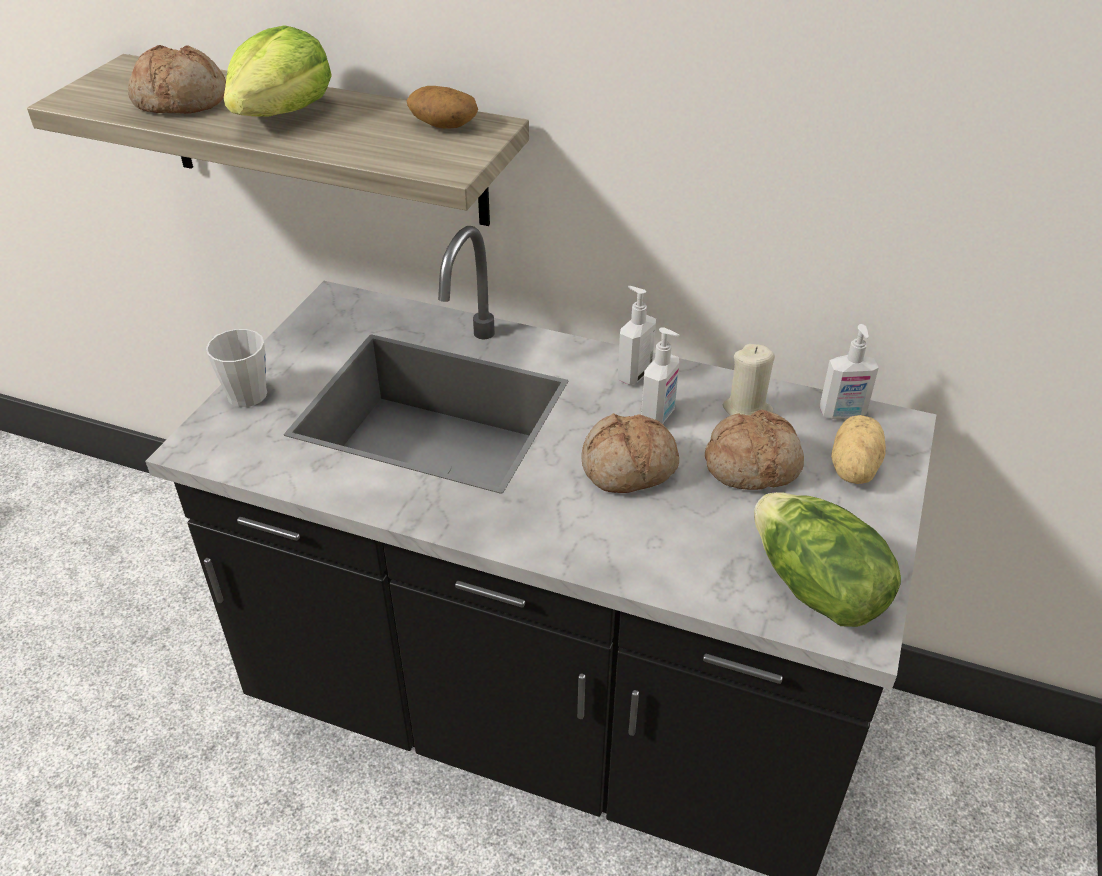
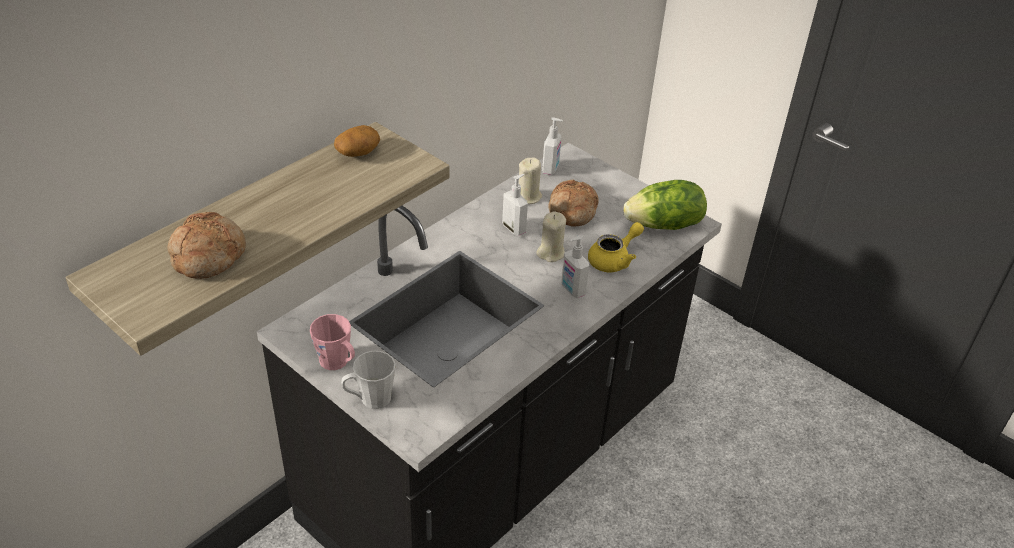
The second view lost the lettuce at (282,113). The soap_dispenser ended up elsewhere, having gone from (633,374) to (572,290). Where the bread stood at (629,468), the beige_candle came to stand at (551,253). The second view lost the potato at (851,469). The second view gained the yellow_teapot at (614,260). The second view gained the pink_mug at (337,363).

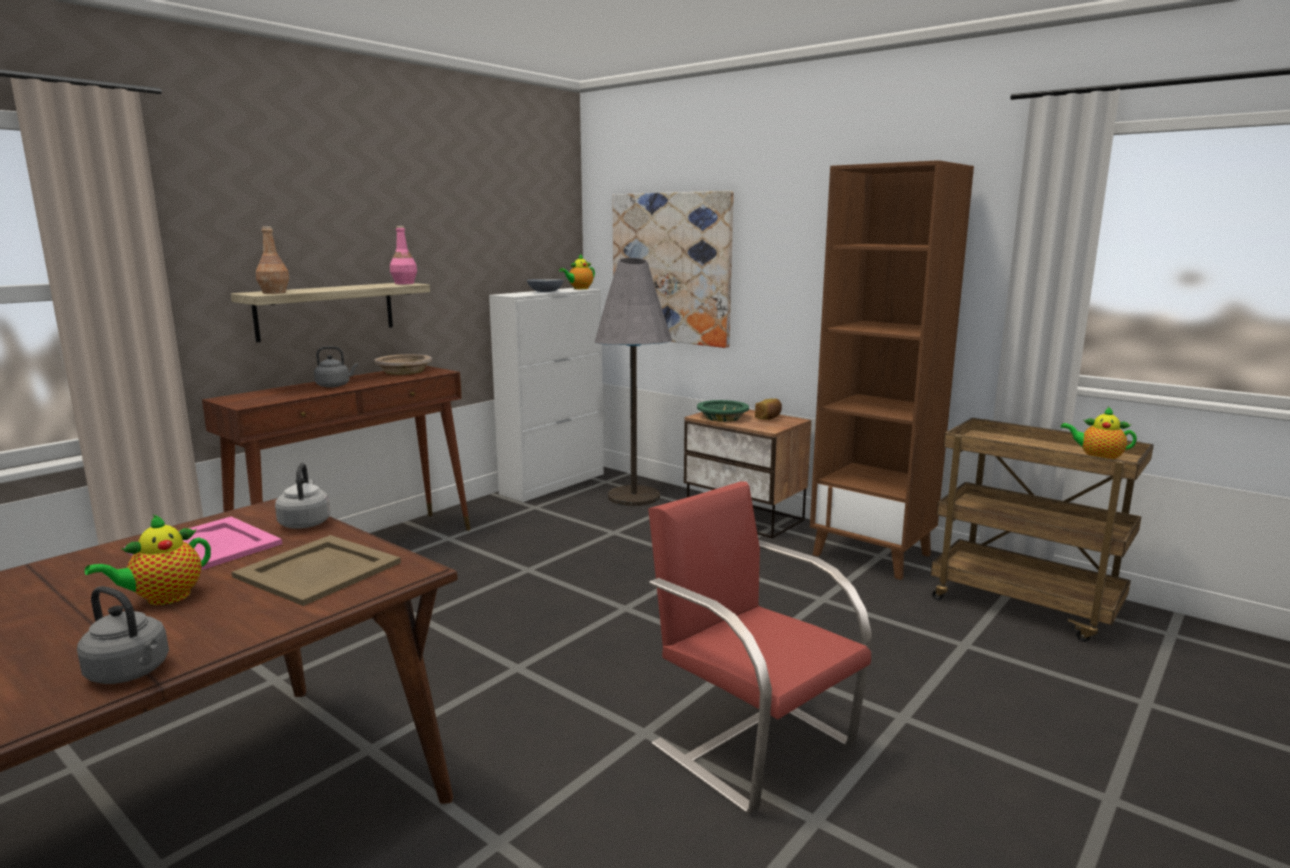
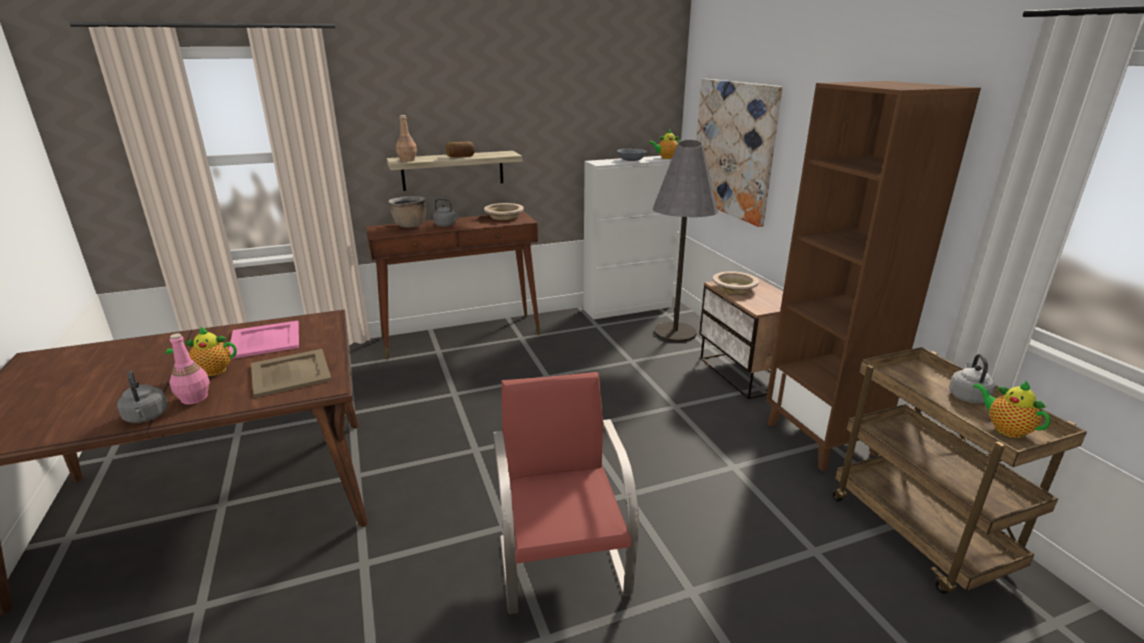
The pink_bottle ended up elsewhere, having gone from (404,283) to (194,398). The bread ended up elsewhere, having gone from (769,418) to (460,157). What was the green_bowl at (722,417) turned into the beige_bowl at (734,288). The grey_kettle ended up elsewhere, having gone from (305,523) to (967,396). The second view gained the brown_cooking_pot at (409,225).

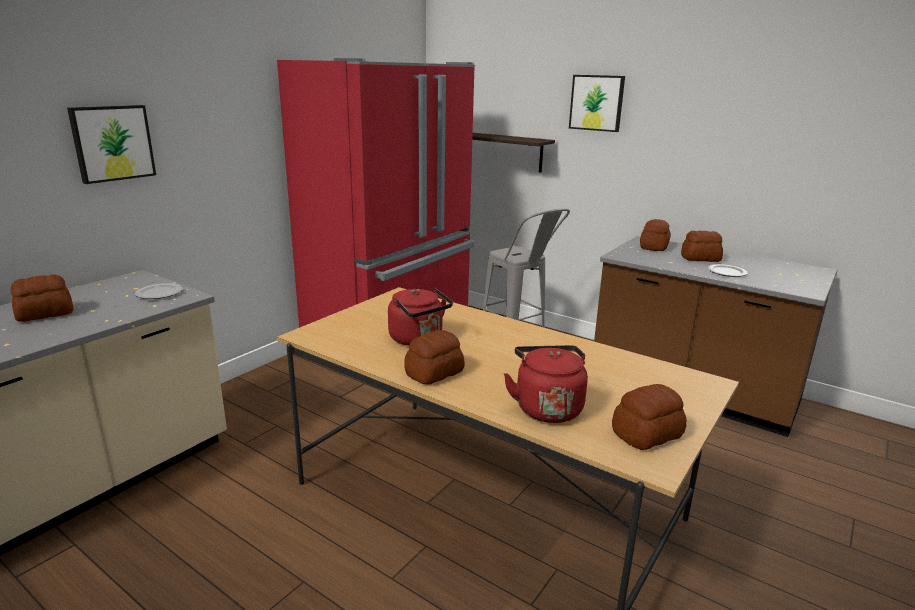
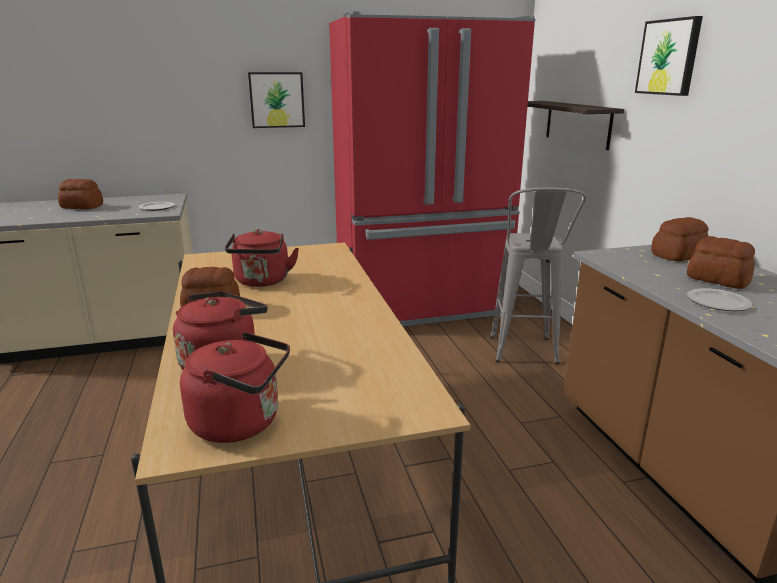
The picture ended up elsewhere, having gone from (112,143) to (276,100). Where the bread stood at (648,434), the red_kettle came to stand at (241,423).

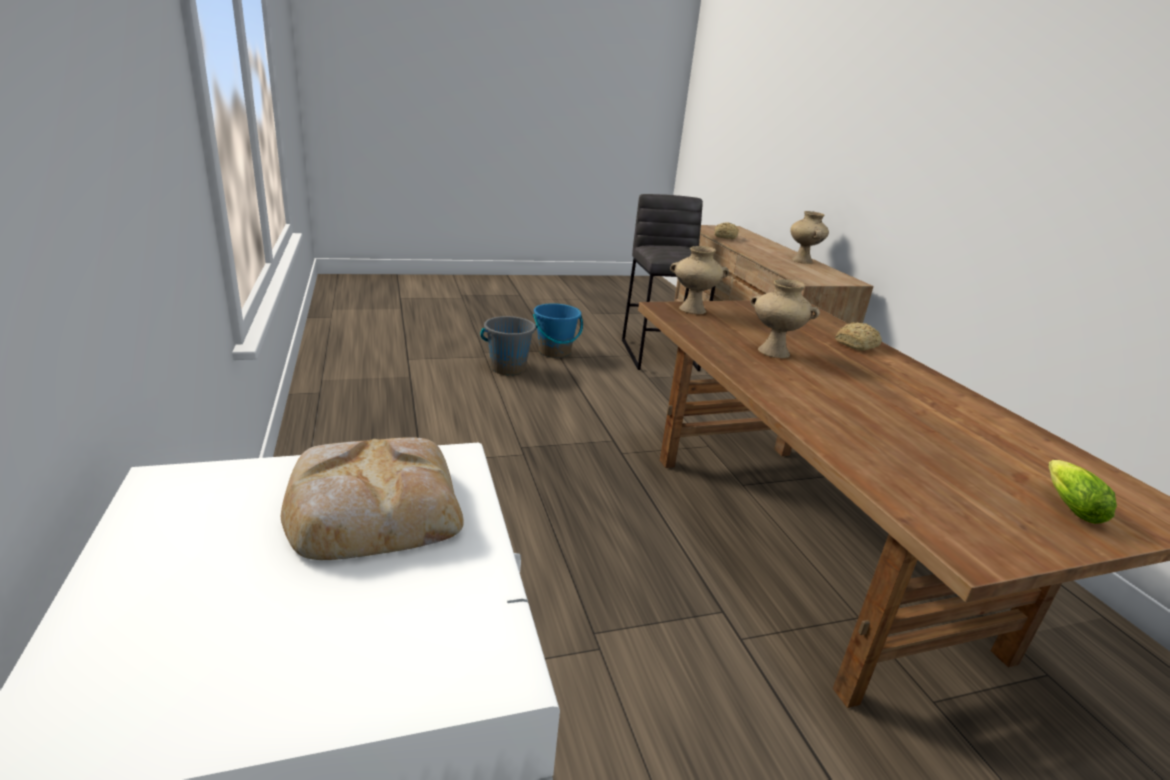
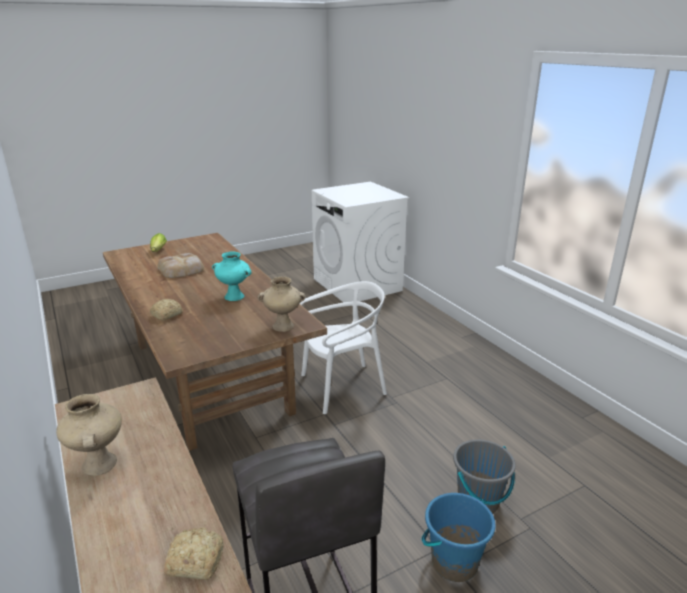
What was the beige_vase at (772,352) turned into the turquoise_vase at (235,296). The bread ended up elsewhere, having gone from (372,507) to (182,270). The second view gained the white_chair at (342,387).

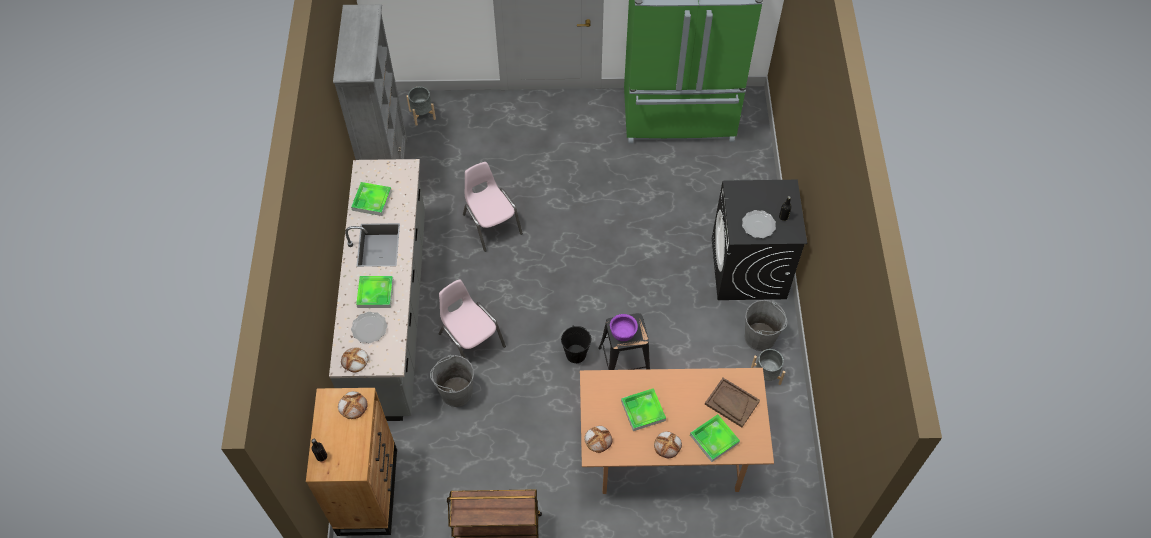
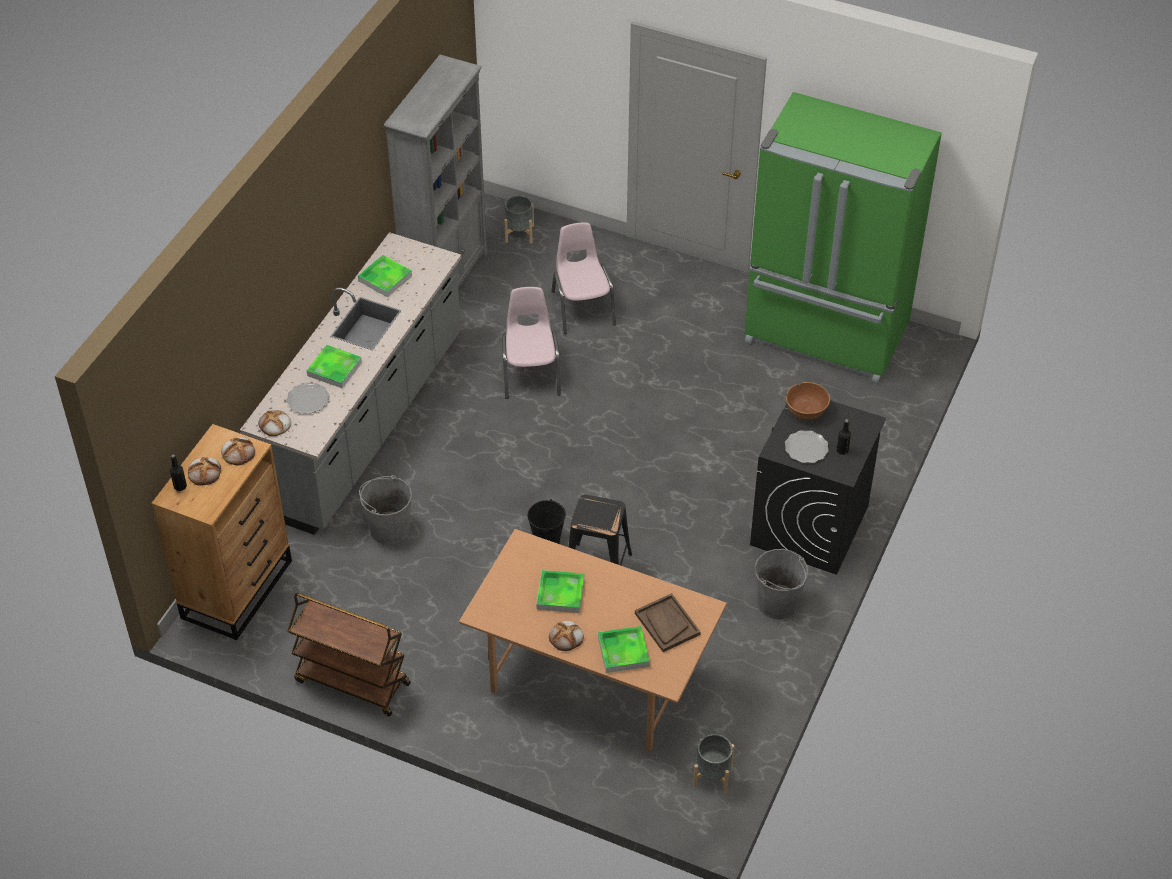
The pink_chair ended up elsewhere, having gone from (471,340) to (582,308). The second view lost the purple_bowl at (623,334). The grey_planter ended up elsewhere, having gone from (766,376) to (713,775). The bread ended up elsewhere, having gone from (598,439) to (205,472). The second view gained the brown_bowl at (806,411).

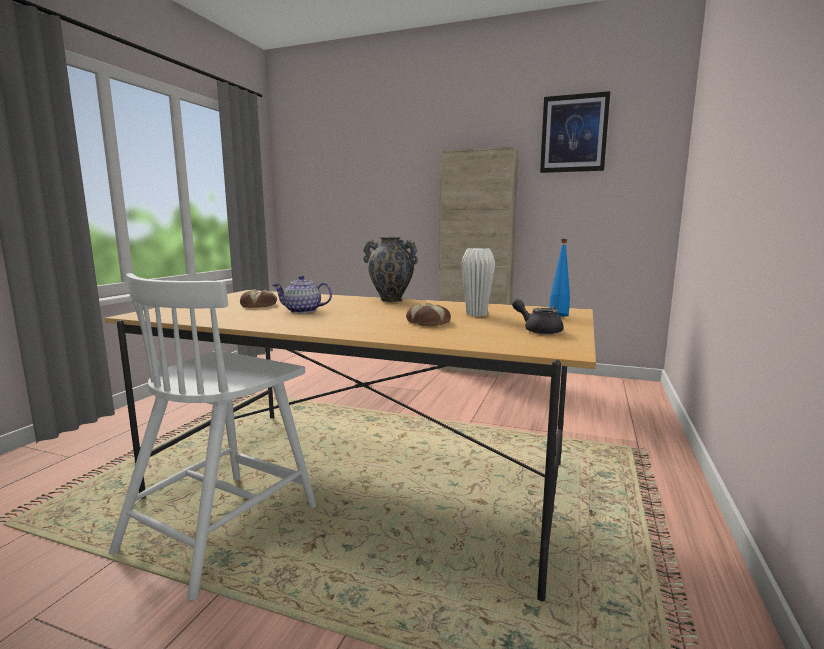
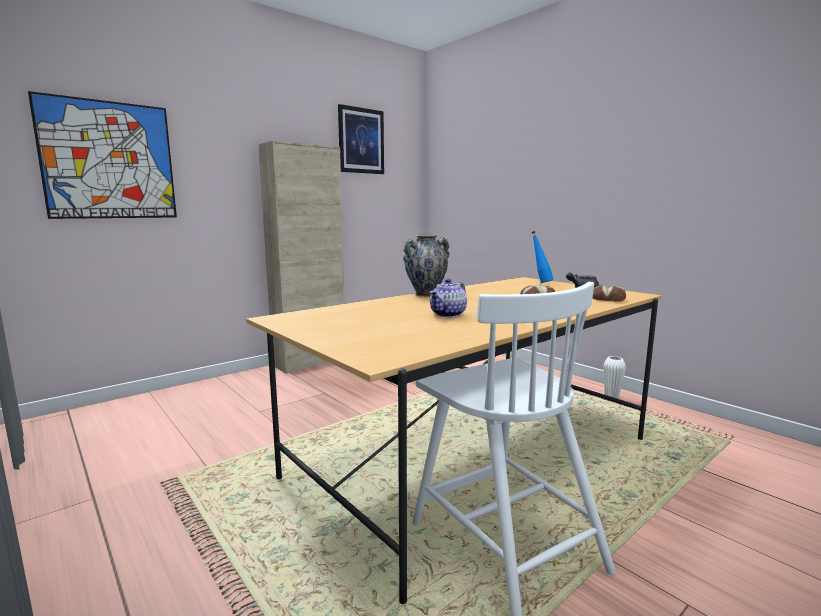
The white_vase ended up elsewhere, having gone from (476,314) to (611,397). The bread ended up elsewhere, having gone from (259,305) to (608,298). The second view gained the picture at (109,160).

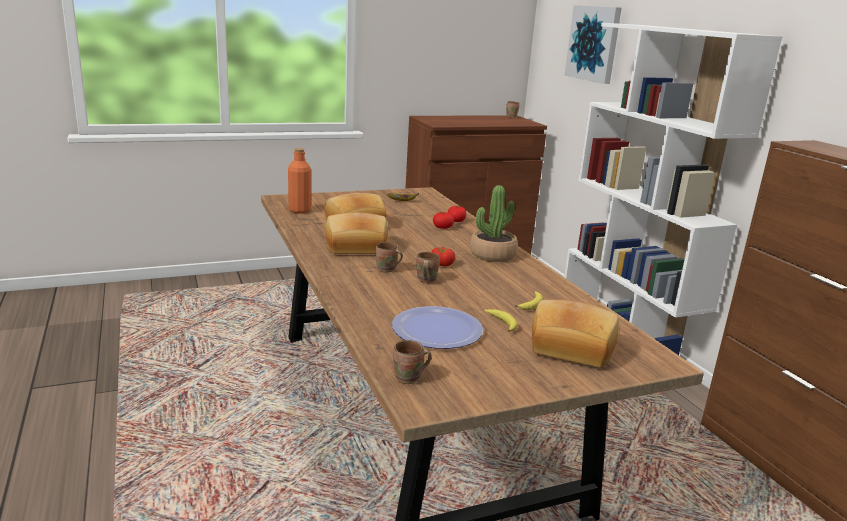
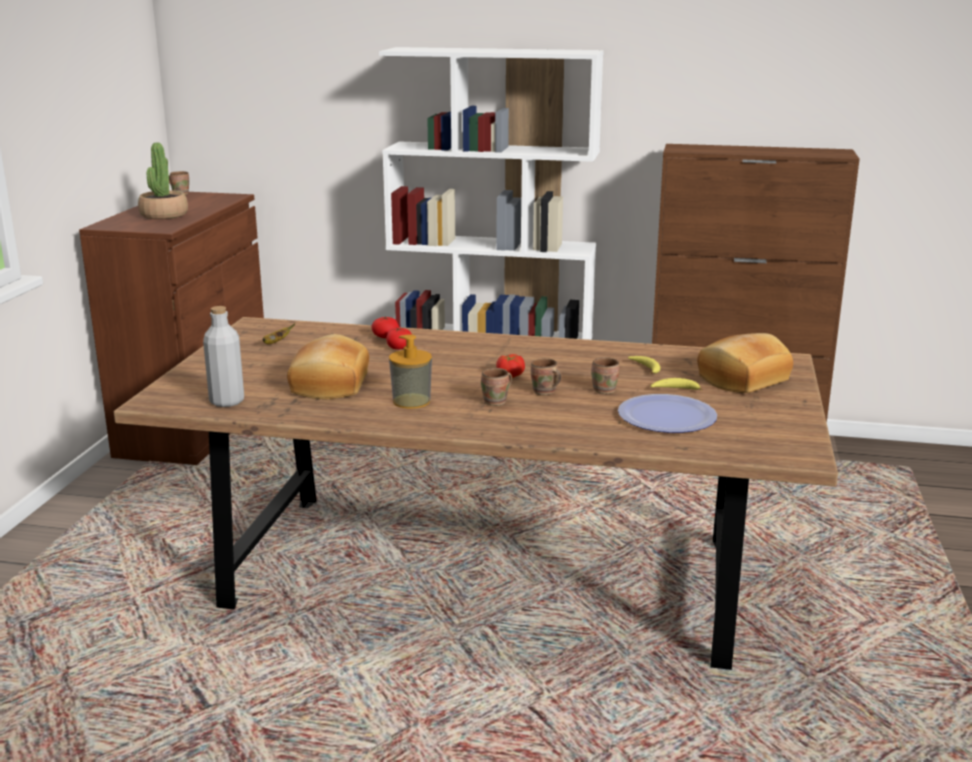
The second view lost the picture at (594,43). What was the orange_bottle at (299,210) turned into the grey_bottle at (227,401). The potted_plant ended up elsewhere, having gone from (492,255) to (164,215). Where the bread stood at (356,248), the soap_dispenser came to stand at (411,401). The brown_mug ended up elsewhere, having gone from (409,379) to (606,390).

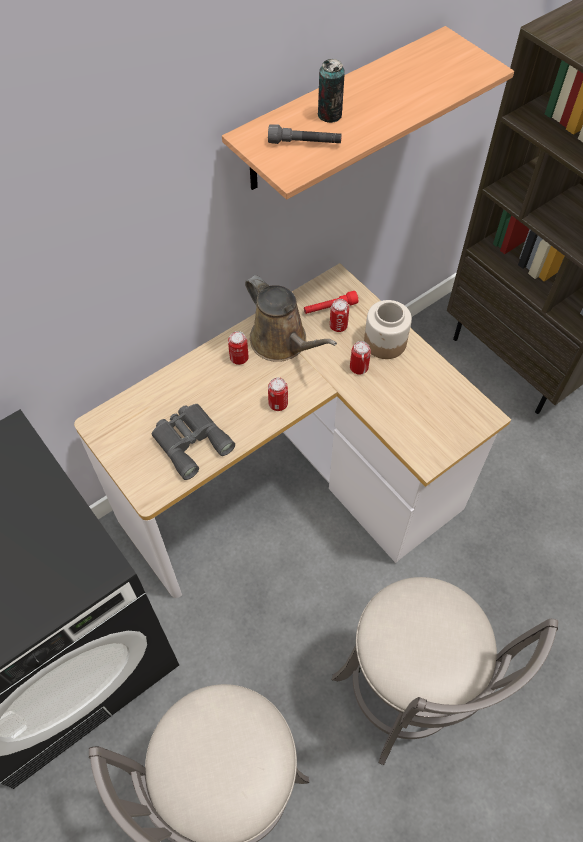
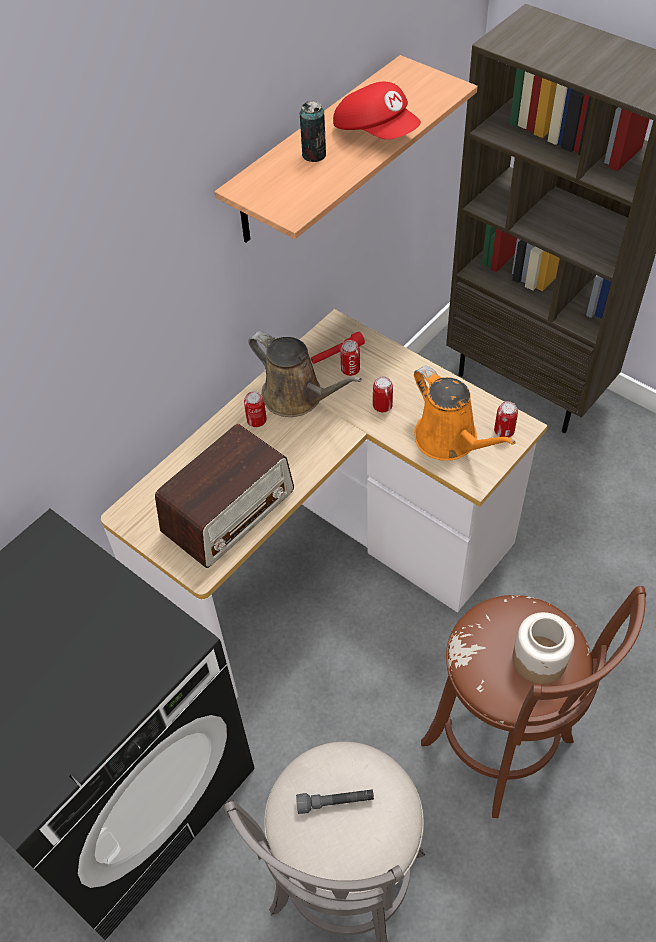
The grey_flashlight ended up elsewhere, having gone from (304,143) to (335,802). The jar ended up elsewhere, having gone from (385,342) to (539,659). The can ended up elsewhere, having gone from (278,404) to (504,431). Where the grey_binoculars stood at (190,441), the radio came to stand at (229,511). What was the grey_stool at (405,700) turned into the brown_stool at (503,748). The second view gained the red_cap at (376,131). The second view gained the orange_watering_can at (450,440).

